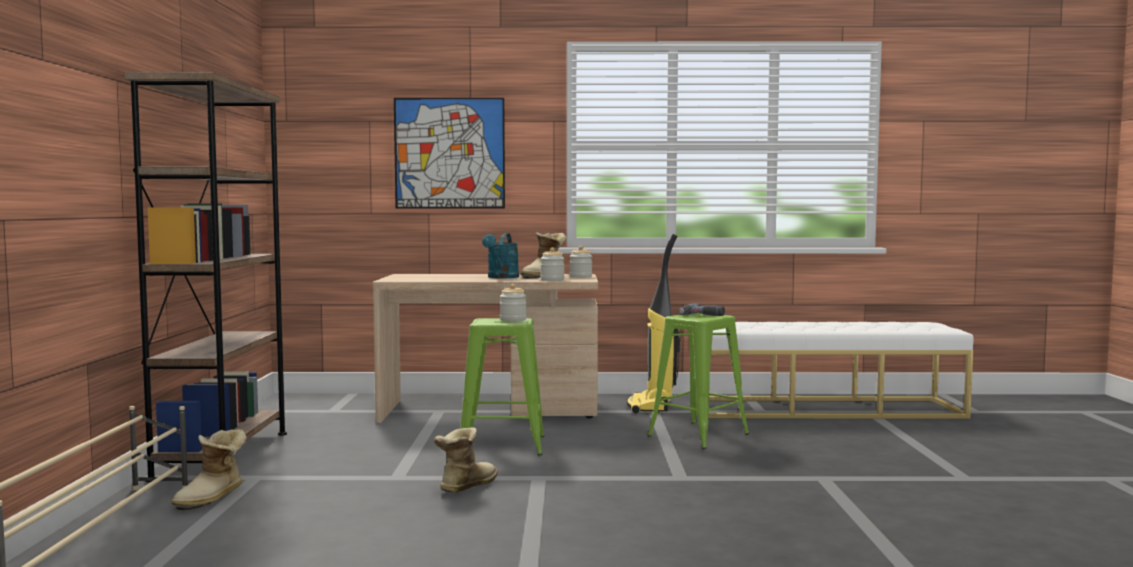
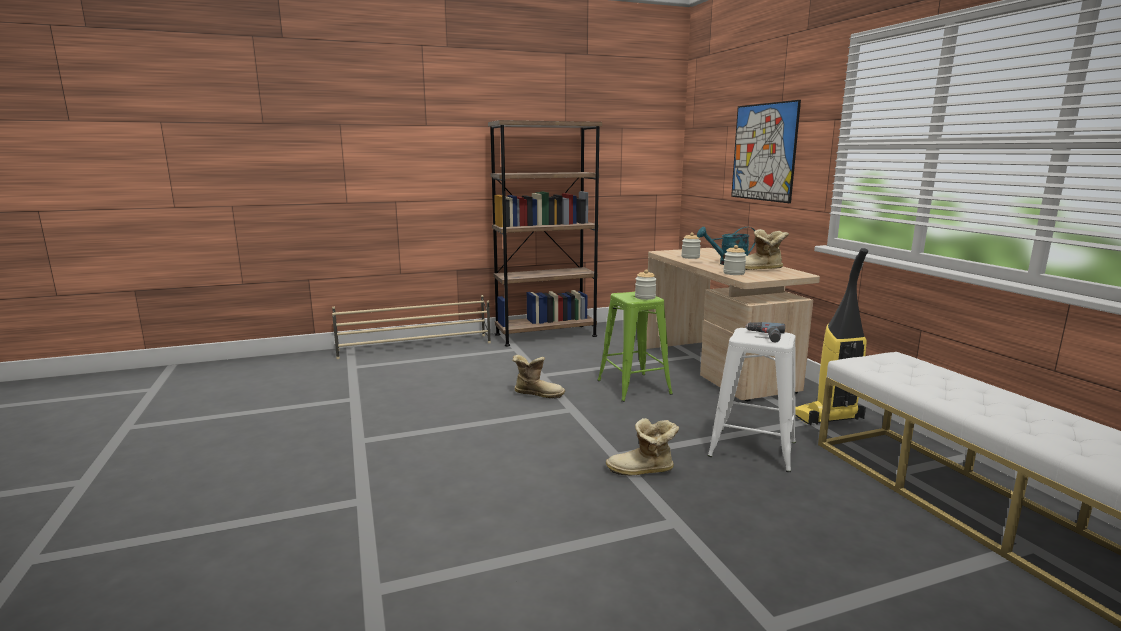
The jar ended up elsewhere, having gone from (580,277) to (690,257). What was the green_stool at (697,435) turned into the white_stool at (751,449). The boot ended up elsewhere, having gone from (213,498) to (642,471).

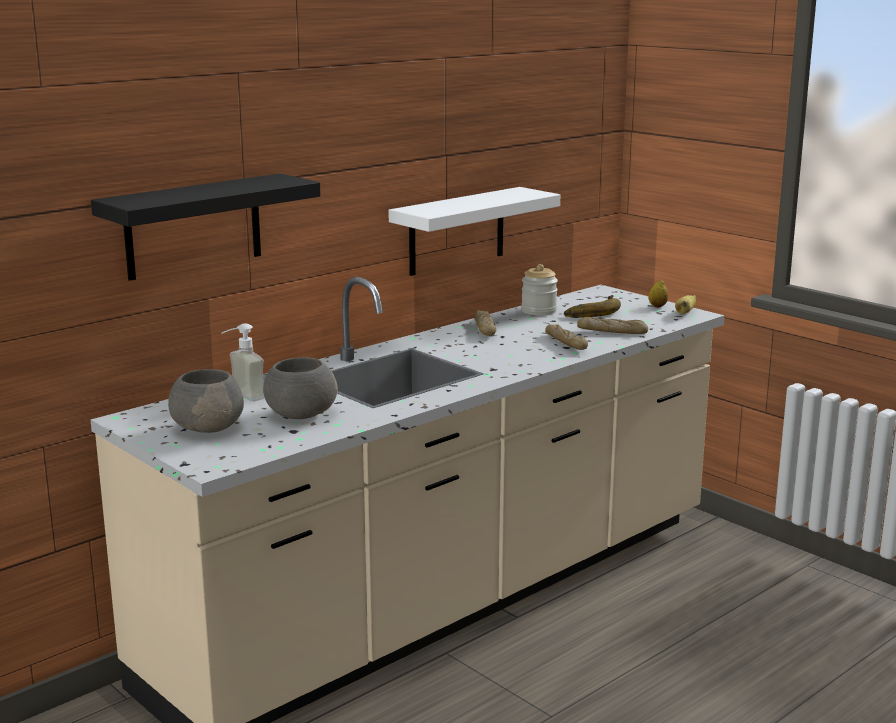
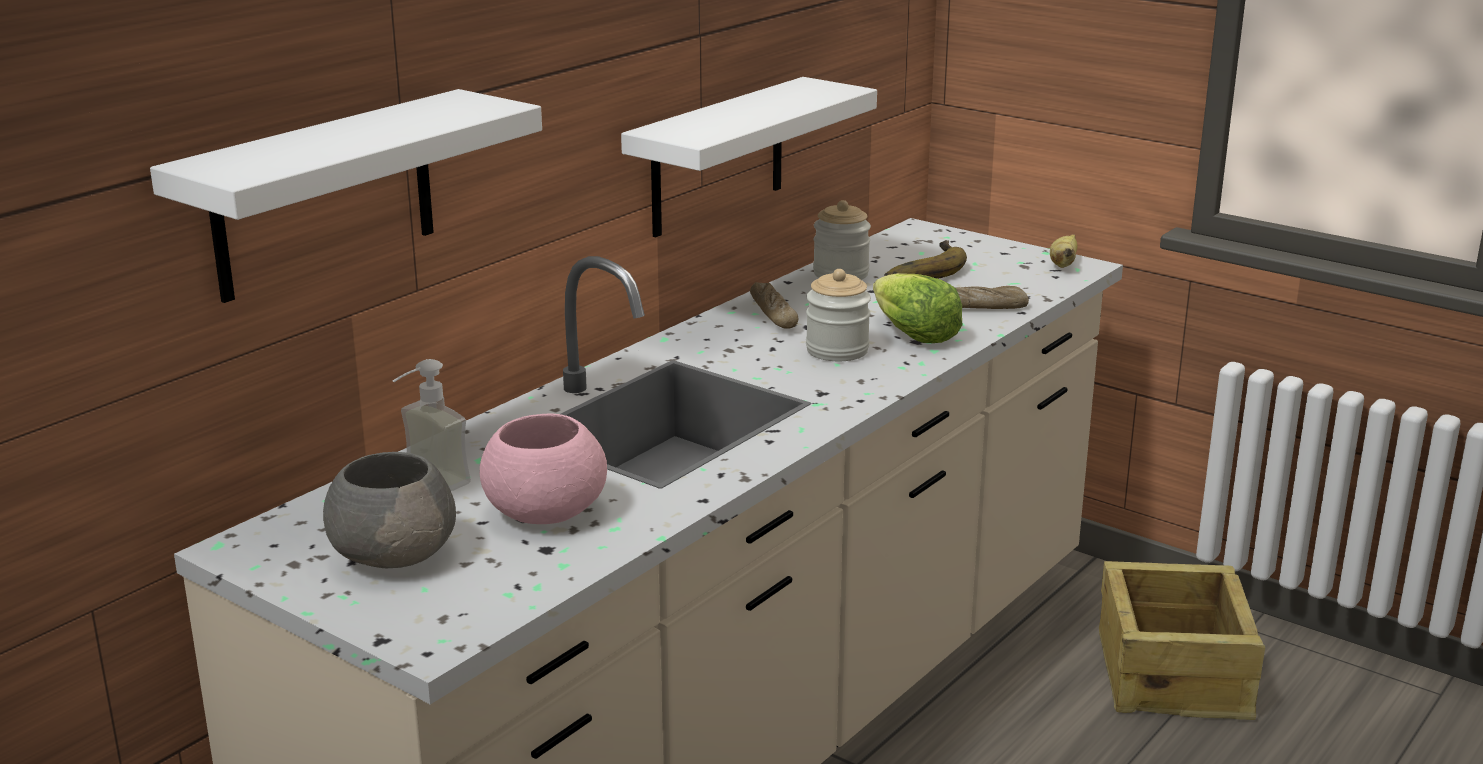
What was the black_shelf at (193,226) turned into the white_shelf at (324,195). The second view lost the lemon at (657,306). Where the bread stood at (565,343), the lettuce came to stand at (912,334). What was the grey_bowl at (300,414) turned into the pink_bowl at (543,512). The second view gained the jar at (837,350). The second view gained the crate at (1174,673).

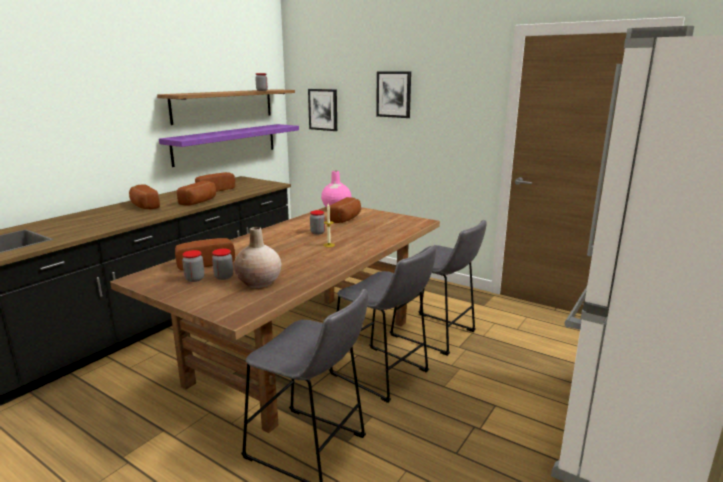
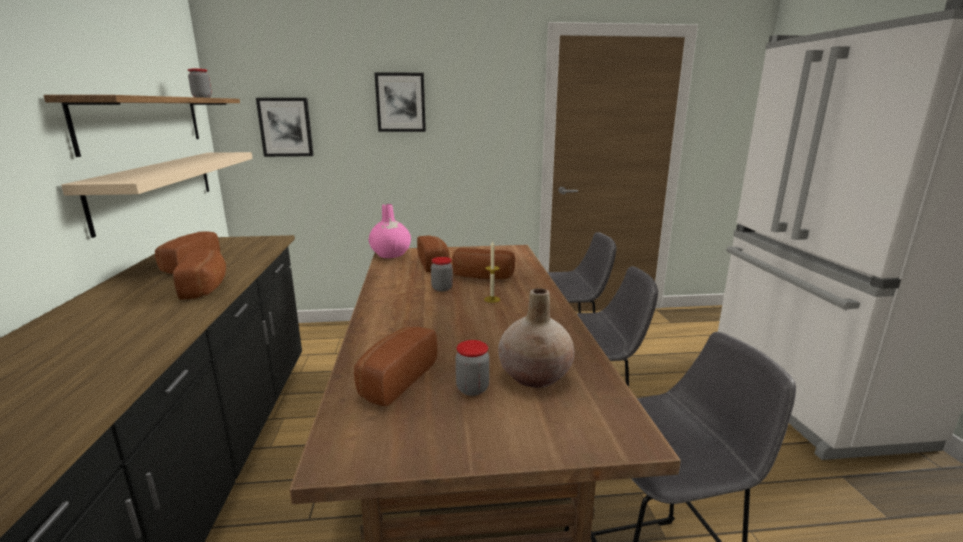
What was the purple_shelf at (226,144) turned into the beige_shelf at (157,187). The bread ended up elsewhere, having gone from (143,206) to (481,277). The second view lost the jar at (194,279).

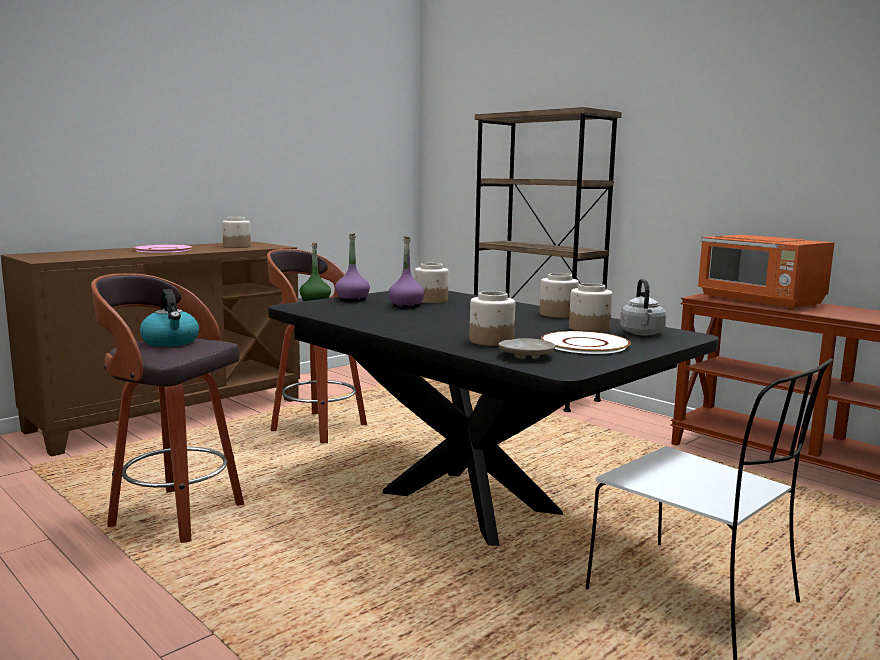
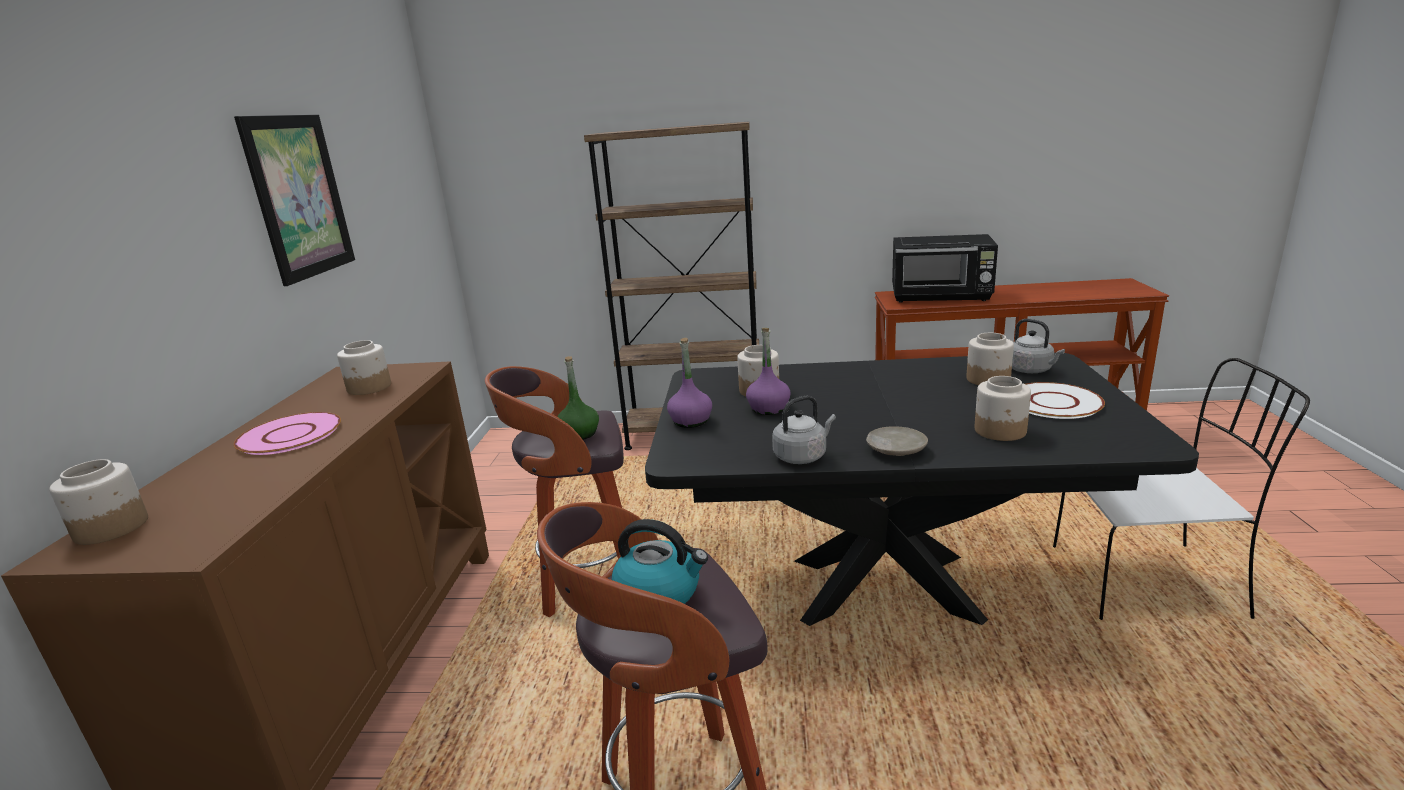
What was the orange_microwave at (760,301) turned into the black_microwave at (941,297). The jar ended up elsewhere, having gone from (557,314) to (110,528). The beige_plate ended up elsewhere, having gone from (526,356) to (895,449). The second view gained the picture at (299,197). The second view gained the grey_kettle at (802,456).

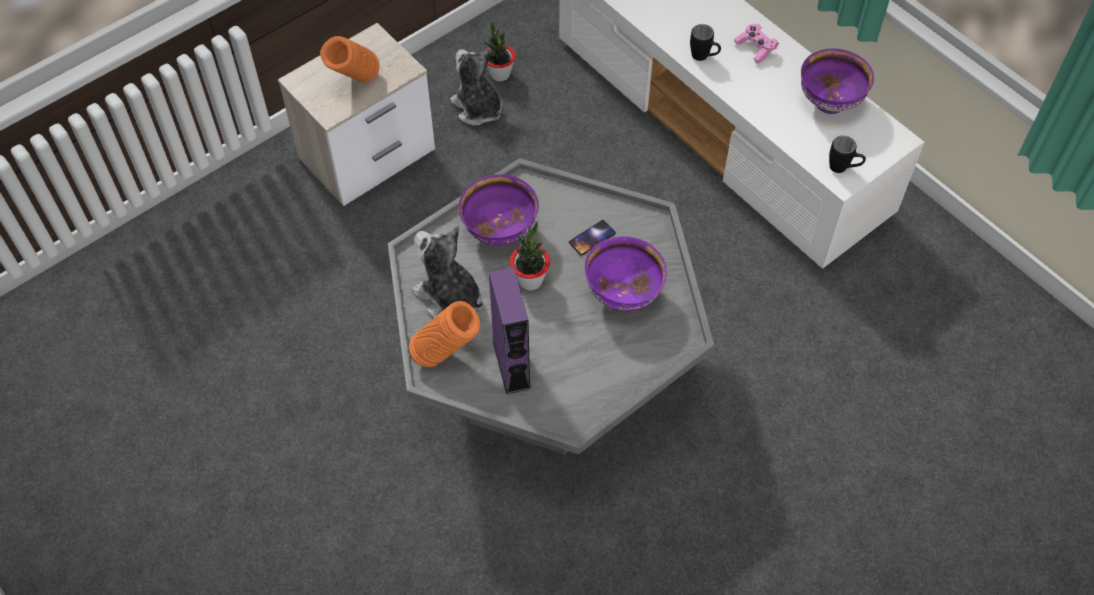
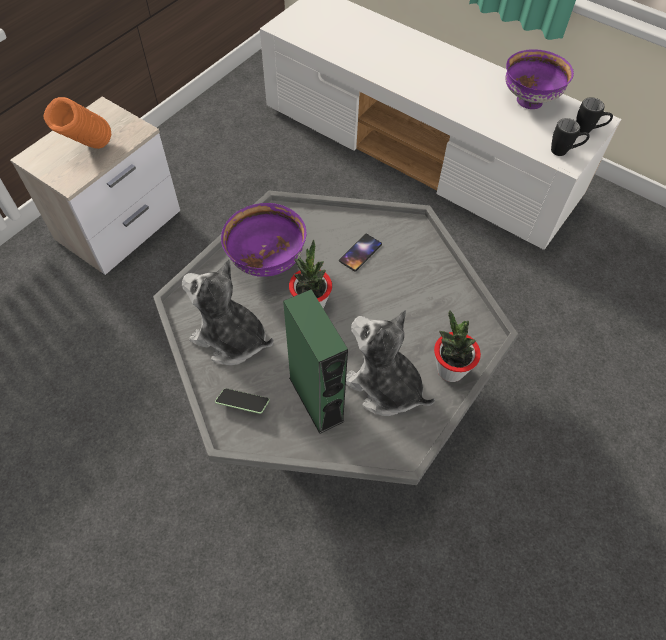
The potted_plant ended up elsewhere, having gone from (500,74) to (450,370). The black_mug ended up elsewhere, having gone from (704,57) to (587,131). The second view lost the pink_game_controller at (755,48). The plush_toy ended up elsewhere, having gone from (477,108) to (384,386). The second view lost the purple_bowl at (623,293). What was the purple_speaker at (511,365) turned into the green_speaker at (316,399). Where the orange_vase stood at (446,355), the phone came to stand at (243,404).

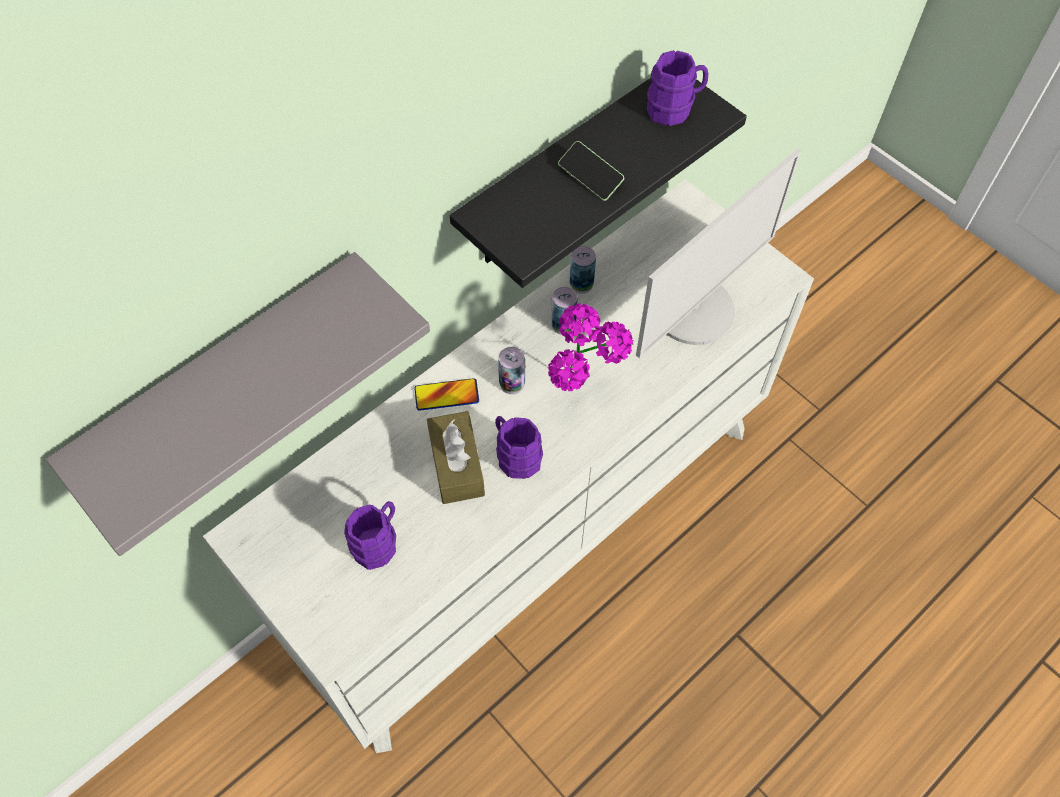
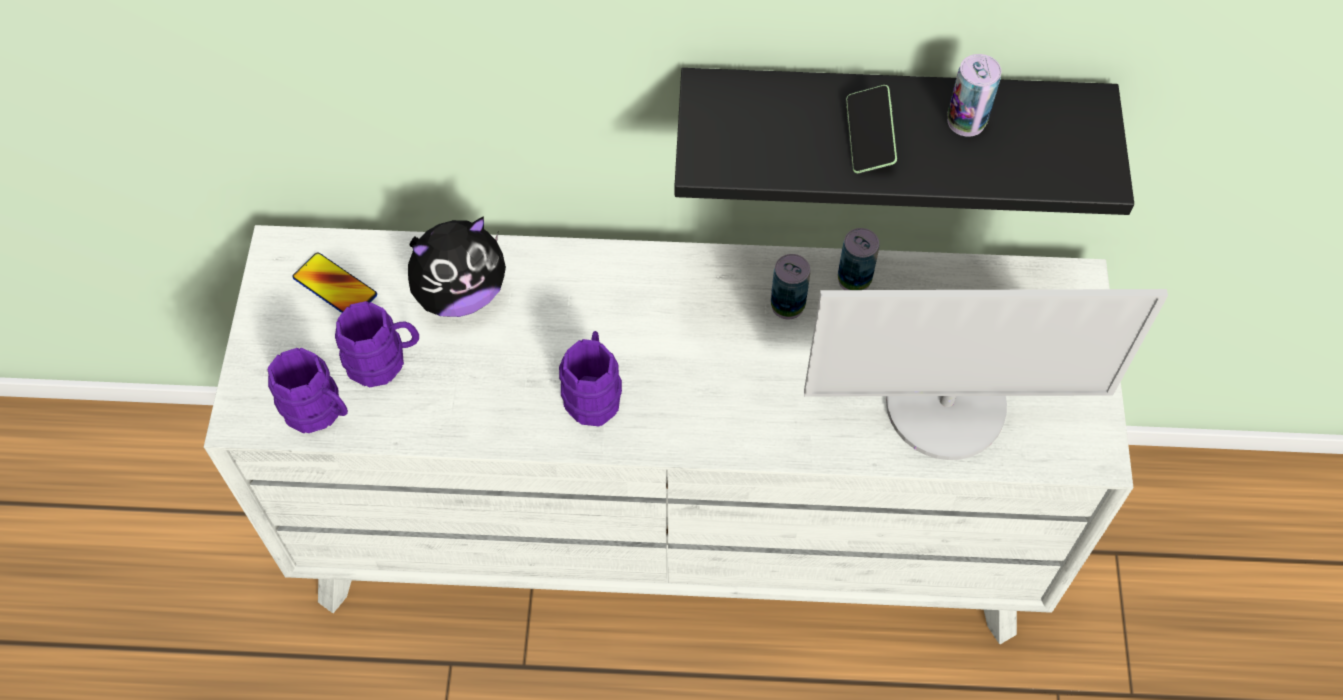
The purple_mug ended up elsewhere, having gone from (675,108) to (319,411). The second view lost the grey_shelf at (225,381). The second view lost the potted_plant at (585,395). The can ended up elsewhere, having gone from (512,384) to (966,121). The phone ended up elsewhere, having gone from (446,395) to (335,286). The second view lost the brown_tissue_box at (456,465). The second view gained the plush_toy at (460,293).

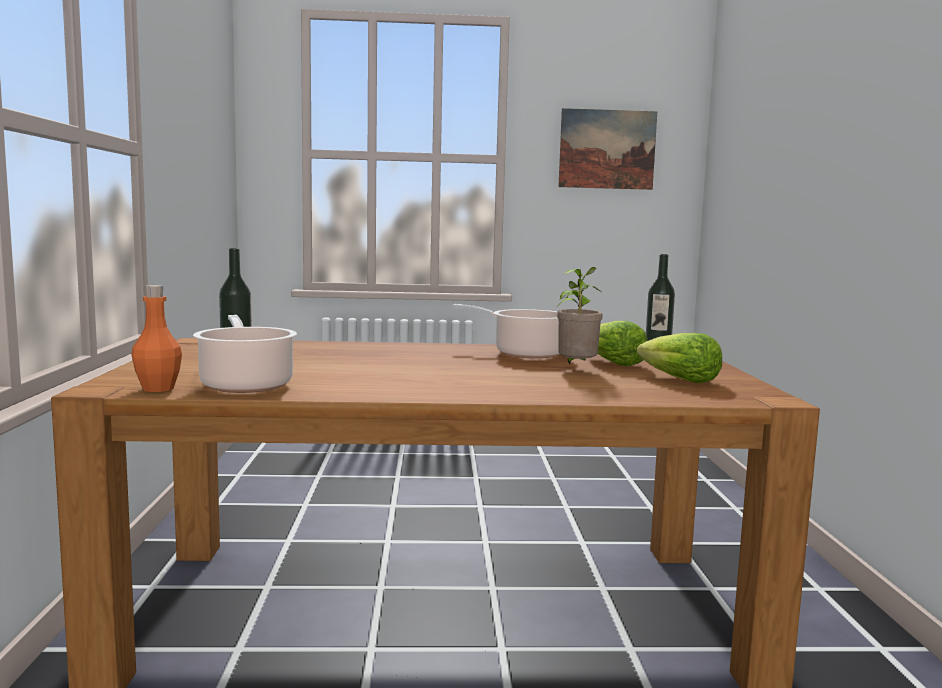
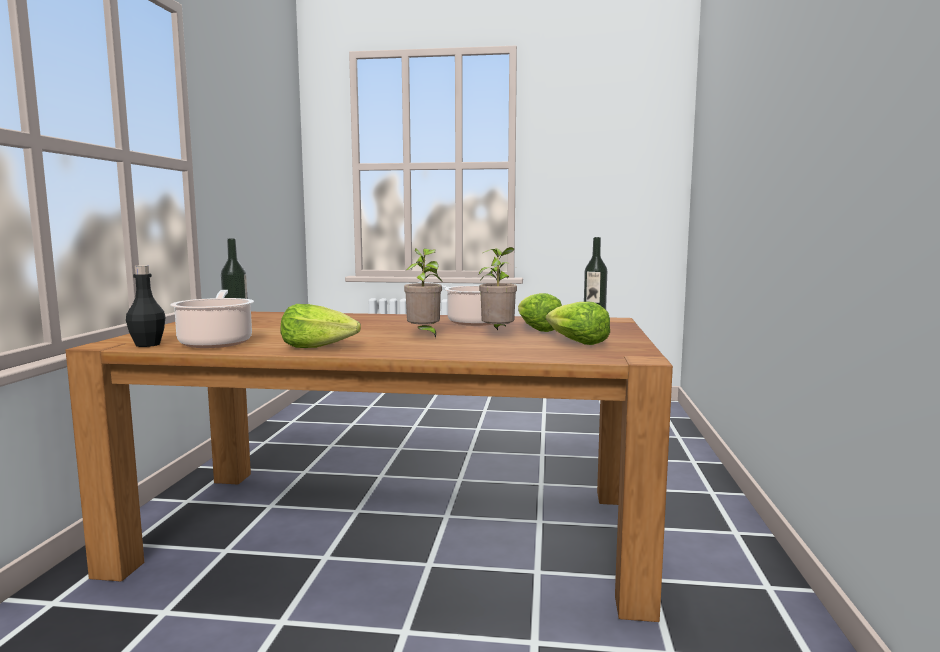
The second view lost the picture at (607,149). What was the orange_bottle at (158,389) turned into the black_bottle at (148,344). The second view gained the potted_plant at (424,335). The second view gained the lettuce at (318,347).

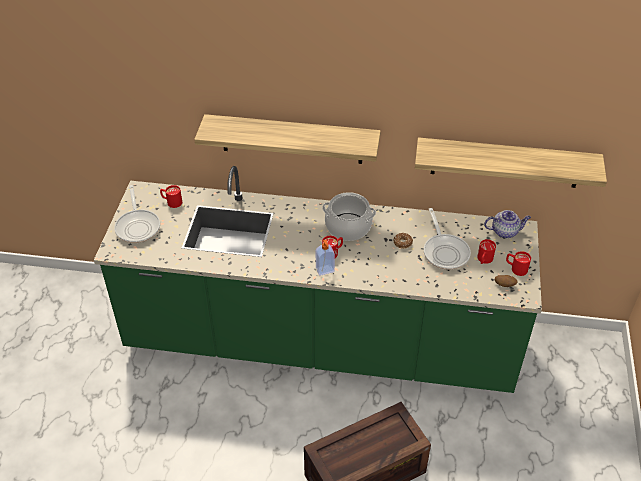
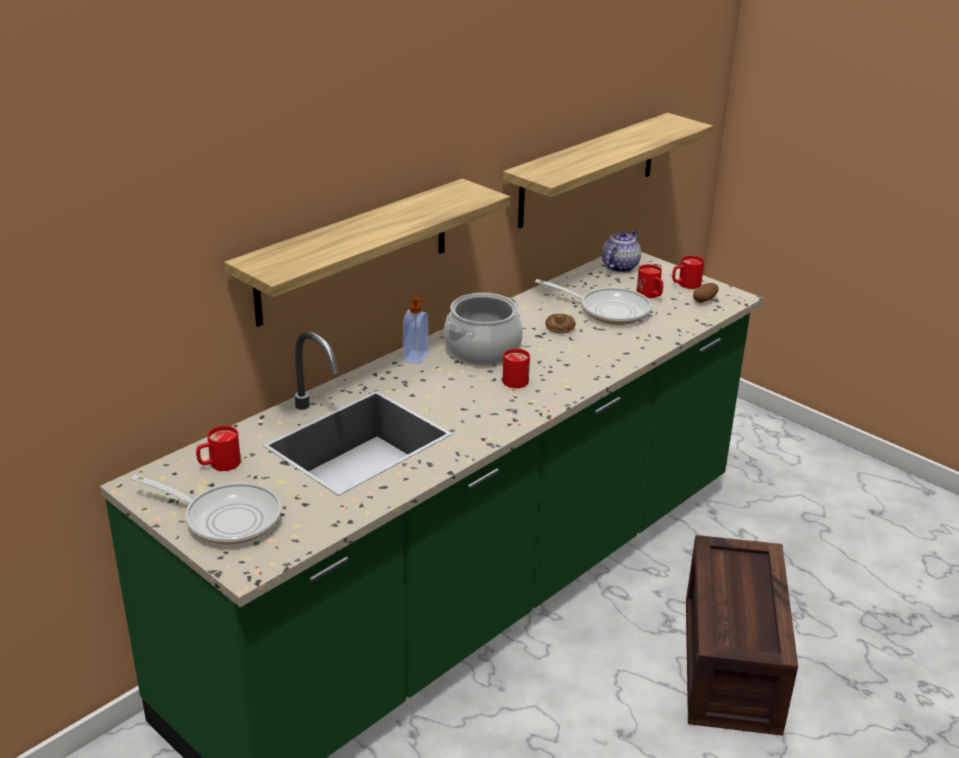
The soap_dispenser ended up elsewhere, having gone from (325,270) to (416,357).

